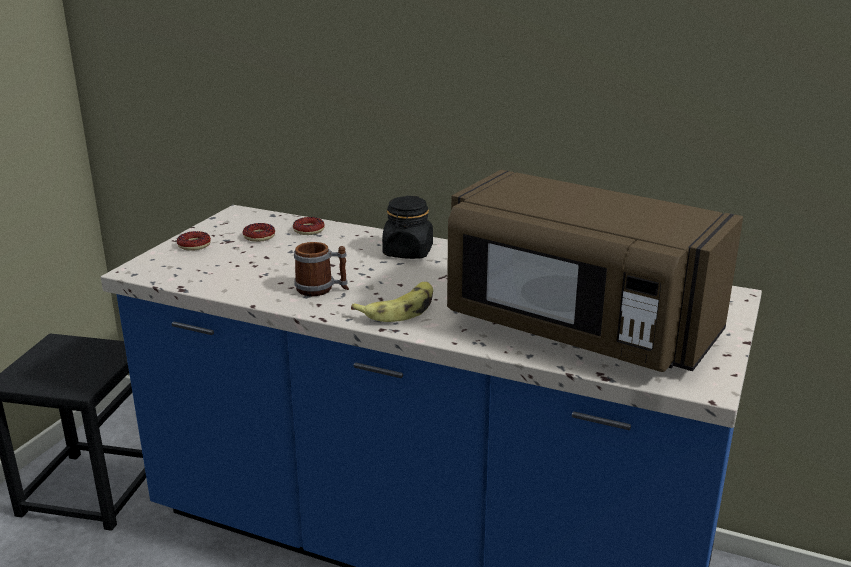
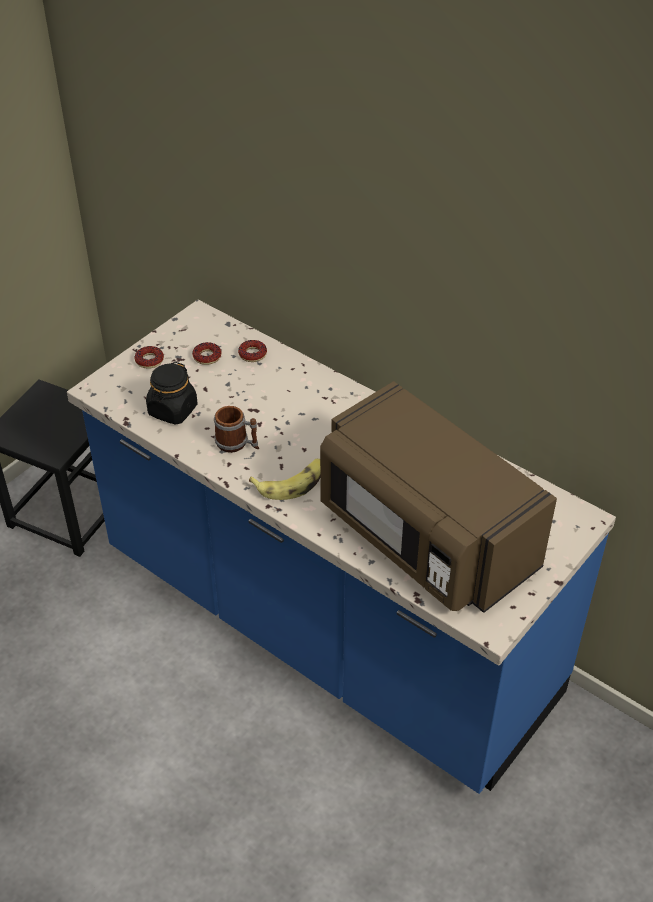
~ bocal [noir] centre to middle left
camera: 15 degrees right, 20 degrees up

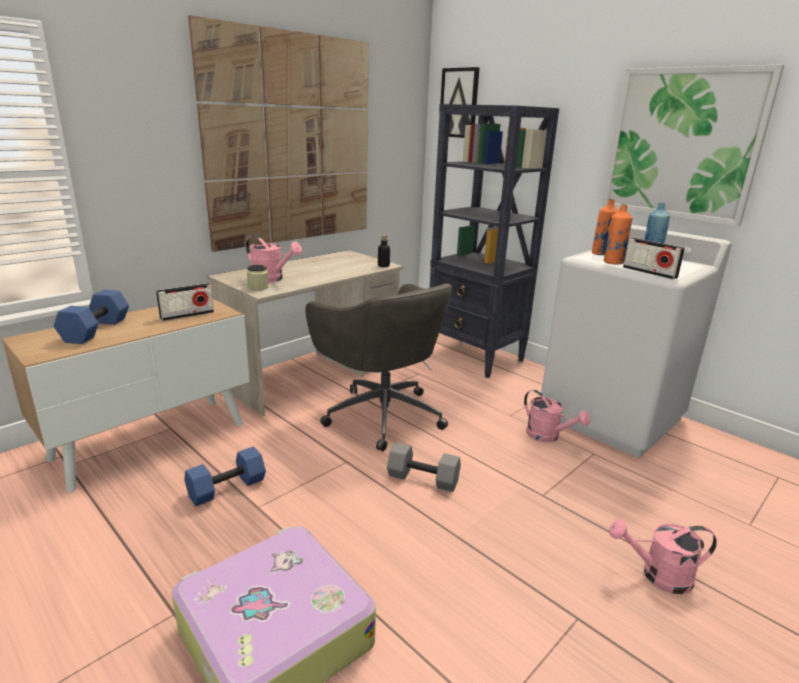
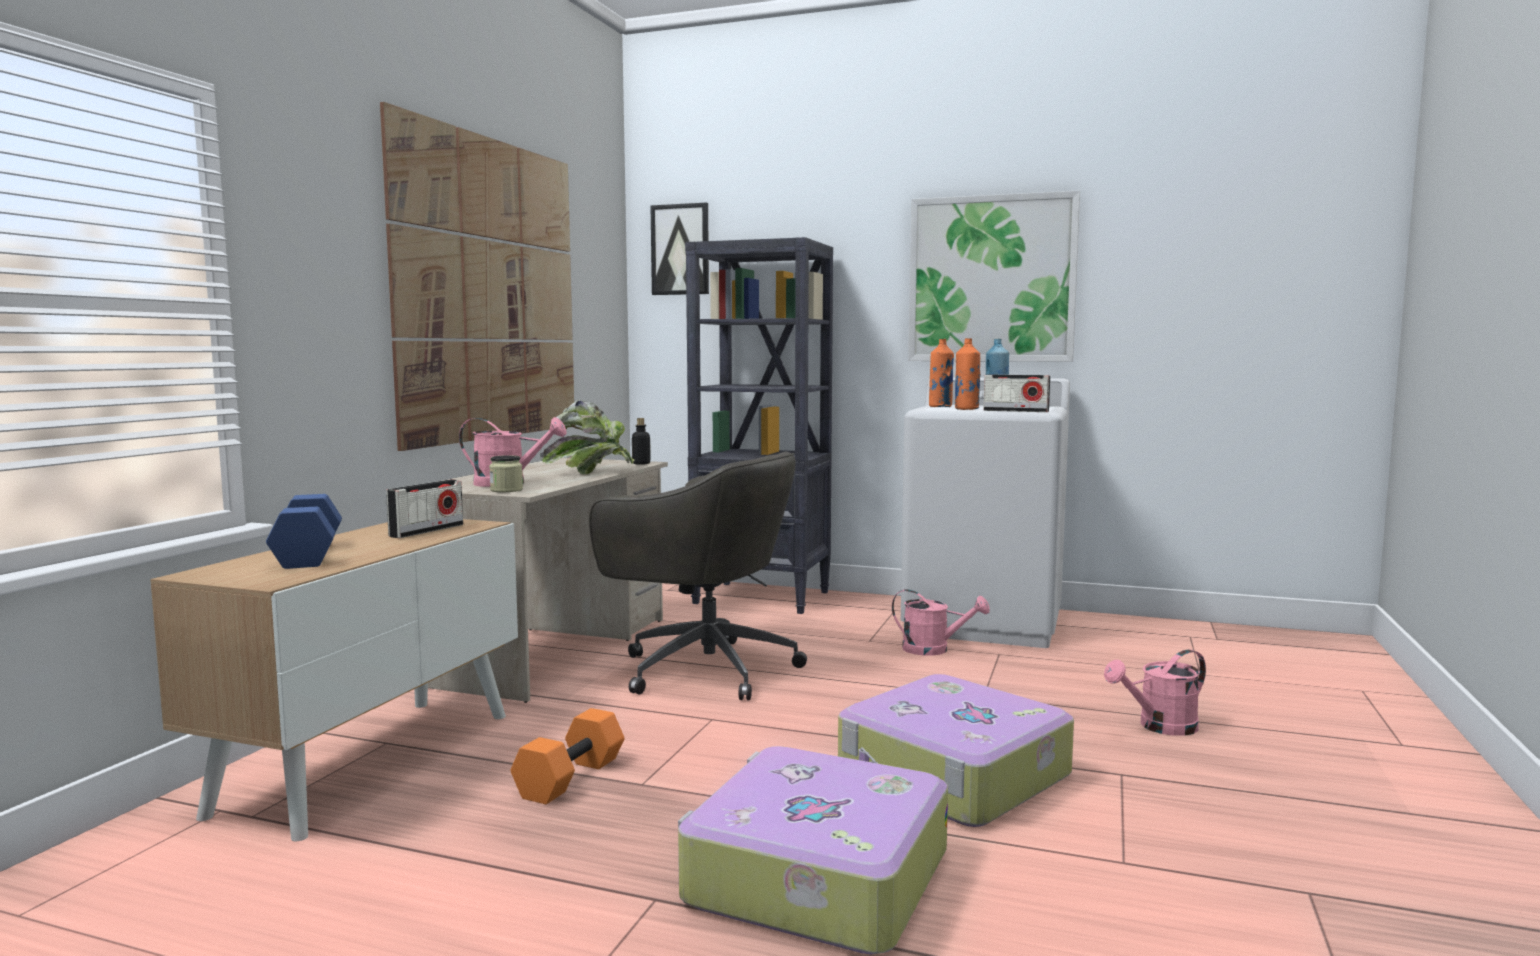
~ haltère [bleu] (no. 2 from left) bottom left to haltère [orange] bottom centre
+ plante en pot centre
+ valise (no. 2 from left) bottom centre
- haltère [gris] bottom centre
camera: 25 degrees left, 15 degrees down

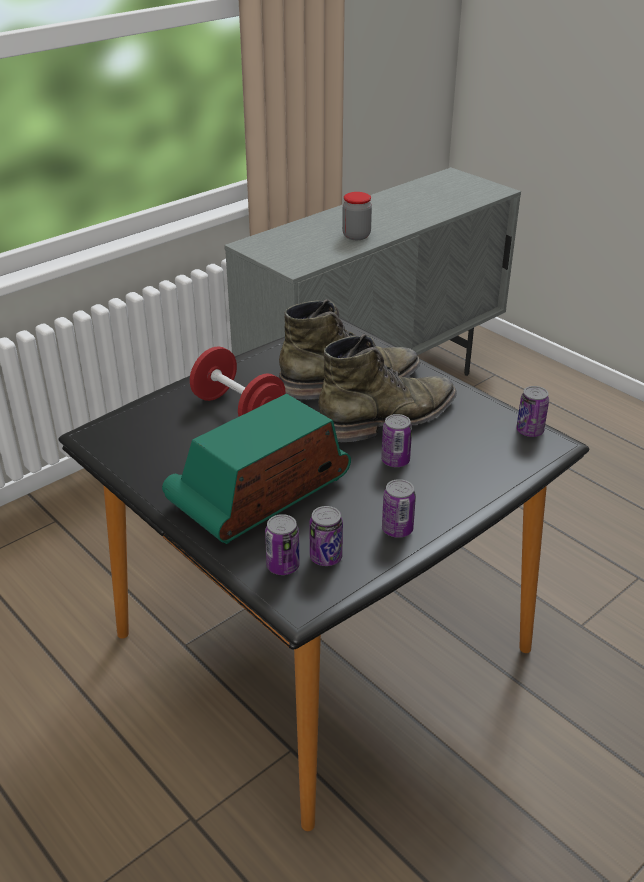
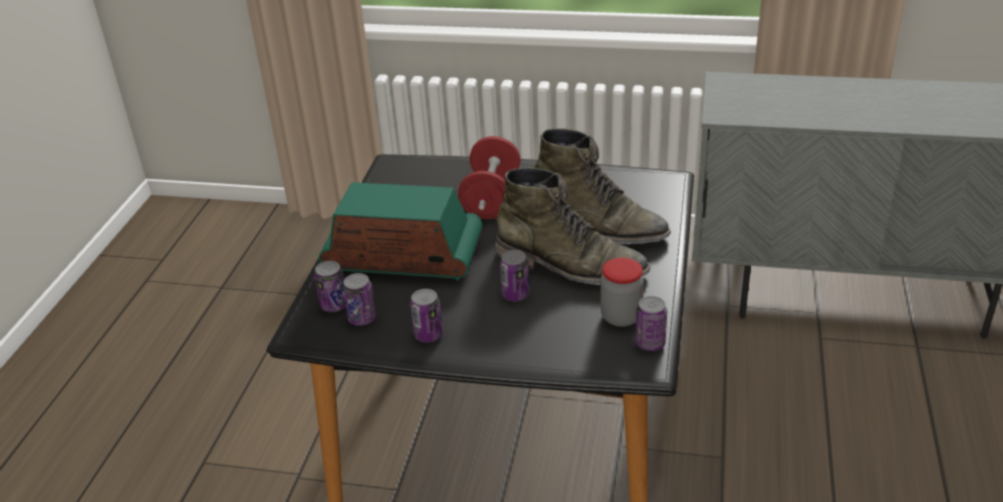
~ bocal top centre to centre
camera: 55 degrees right, 0 degrees up

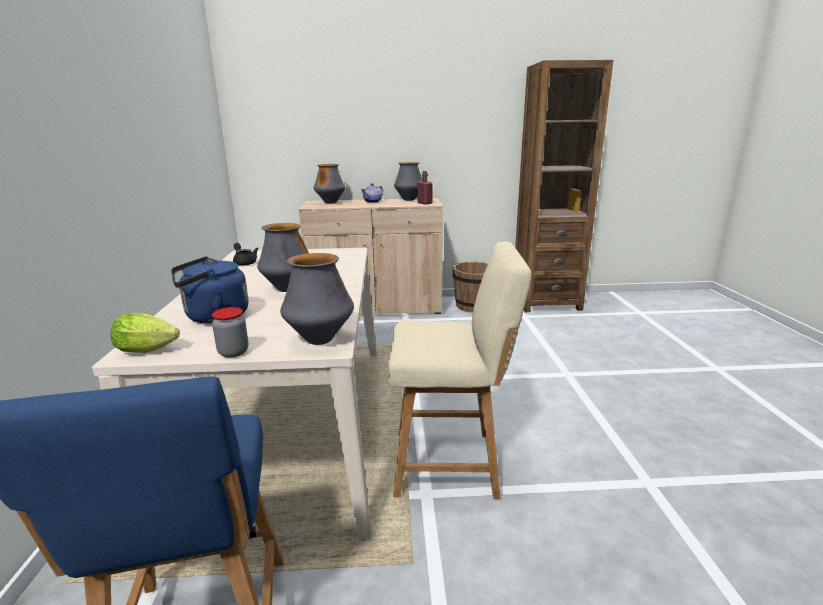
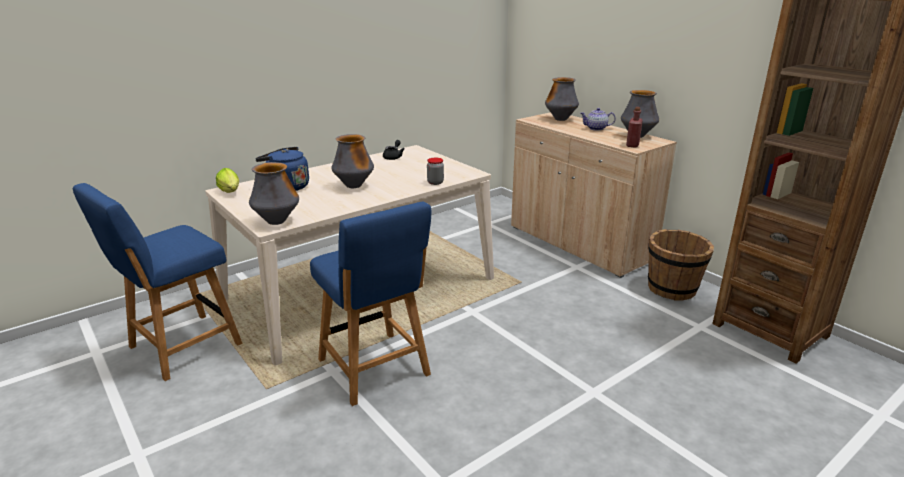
~ chaise [beige] centre to chaise [bleu] (no. 2 from left) centre
~ bocal middle left to centre
camera: 55 degrees right, 5 degrees up

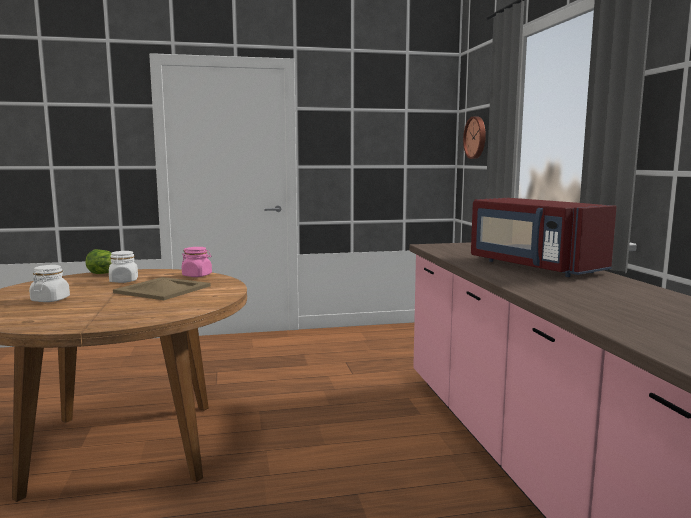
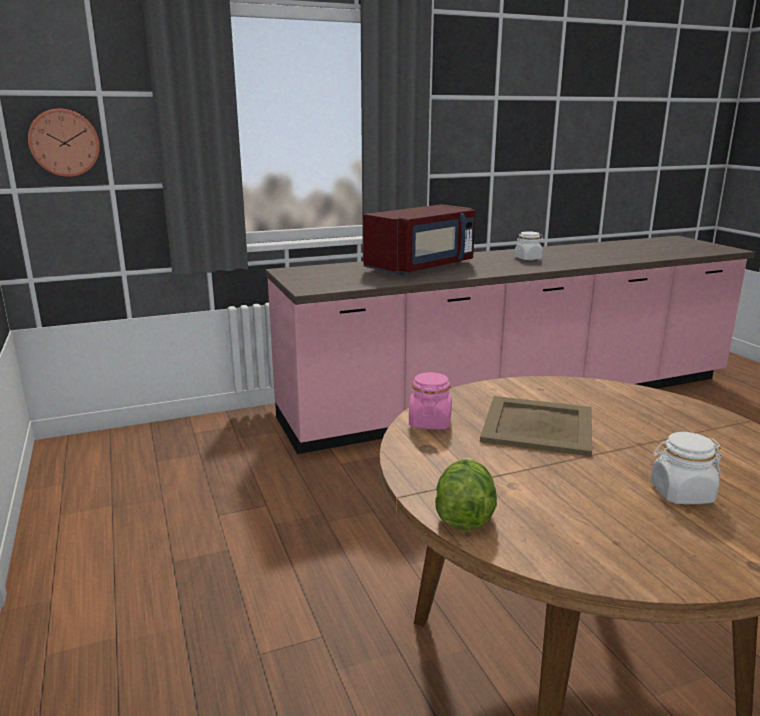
~ bocal [blanc] (no. 2 from left in the first image) middle left to bocal [blanc] (no. 1 from left) middle right
camera: 100 degrees left, 10 degrees up

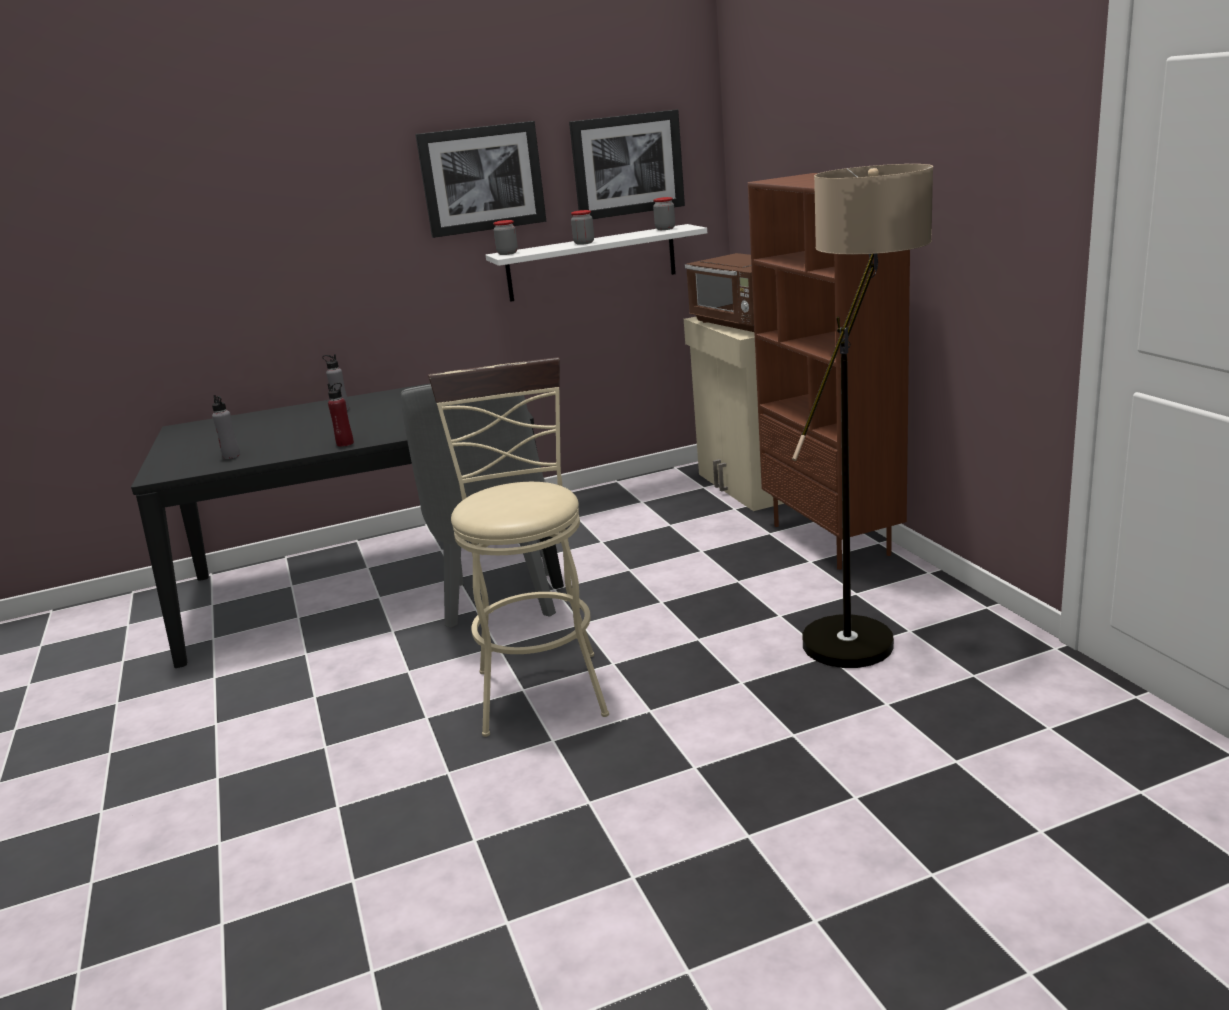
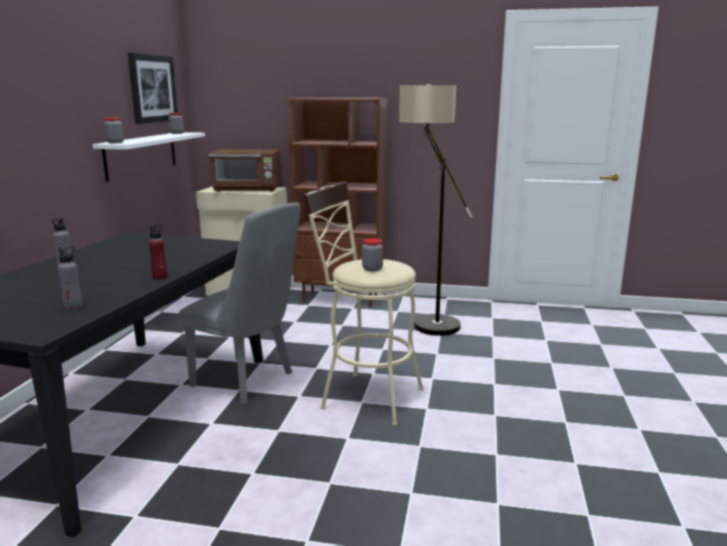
~ bocal (no. 2 from left in the first image) top centre to bocal (no. 3 from left) centre
- tableau (no. 1 from left) top centre
camera: 60 degrees left, 5 degrees down

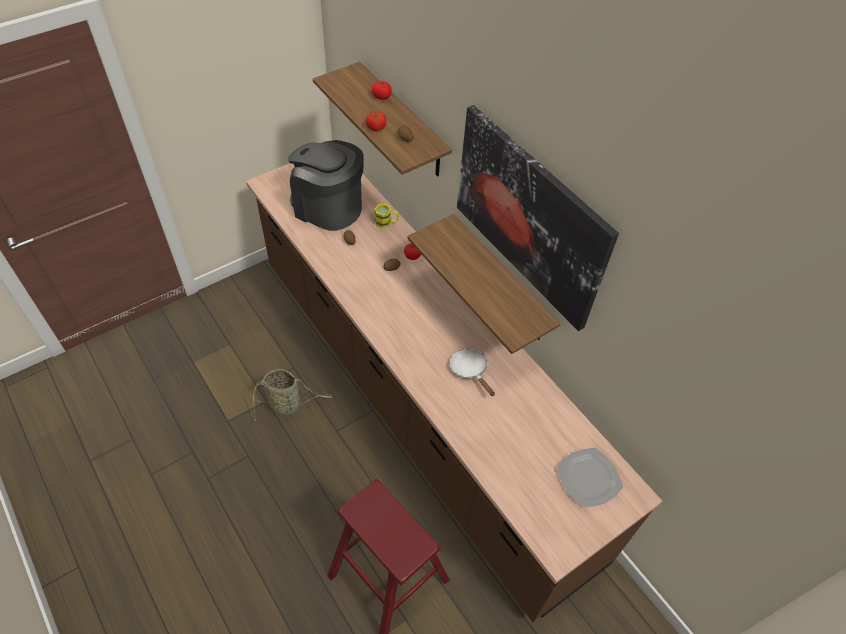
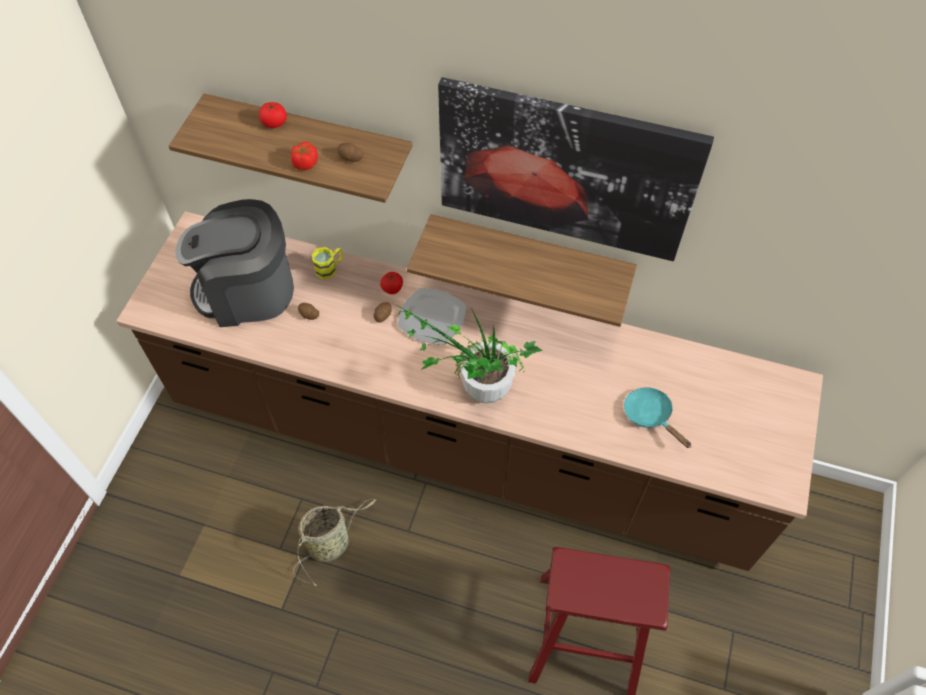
+ plante en pot centre
~ assiette bottom right to centre
+ poêle [turquoise] middle right
- poêle [blanc] centre
camera: 35 degrees left, 5 degrees up

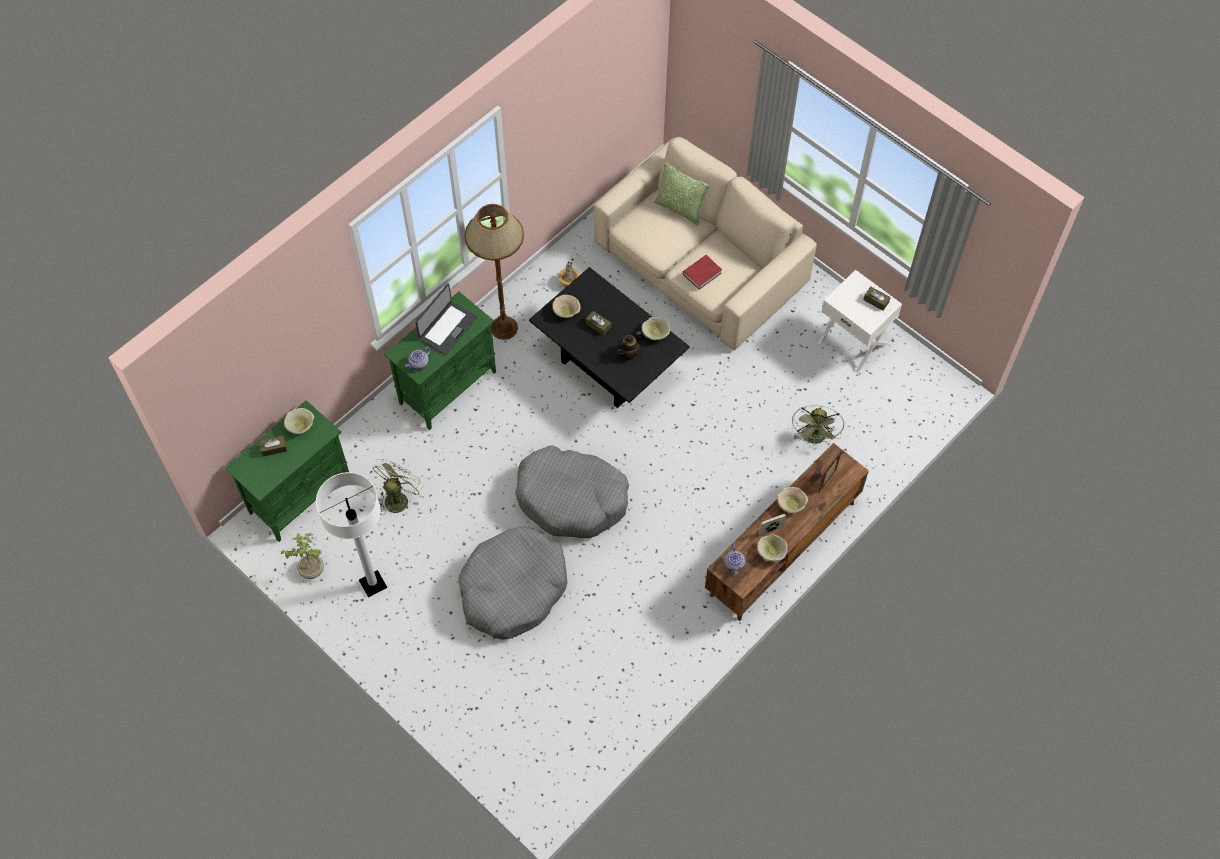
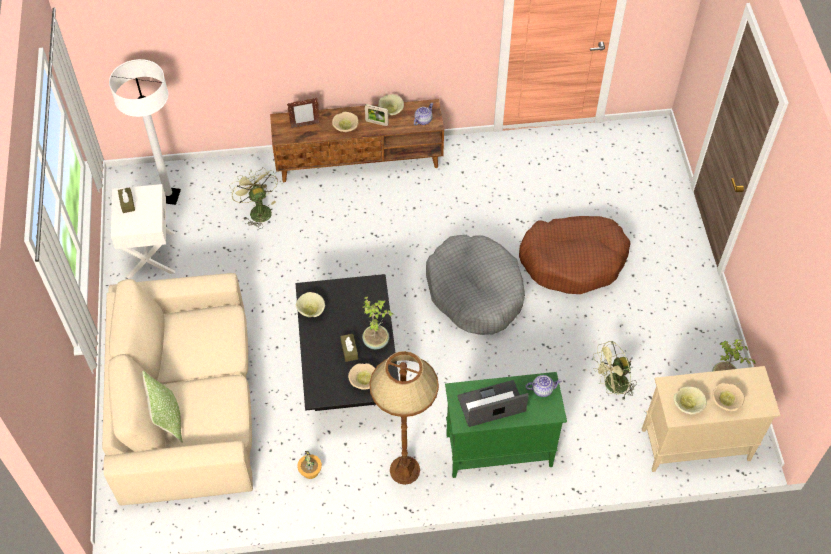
~ lampadaire [blanc] middle left to top left
~ ventilateur [vert] (no. 2 from left in the first image) middle right = middle left 75 degrees counterclockwise
+ plante en pot (no. 2 from left) centre
~ panier pour chien [gris] (no. 1 from left) bottom centre to panier pour chien [marron] middle right
~ meuble de rangement [vert] (no. 1 from left) middle left to meuble de rangement [beige] bottom right
~ boîte à mouchoirs [marron] (no. 1 from left) middle left to bol [beige] (no. 6 from left) bottom right
- théière (no. 2 from left) centre
- livre [rouge] top centre
camera: 140 degrees left, 5 degrees down

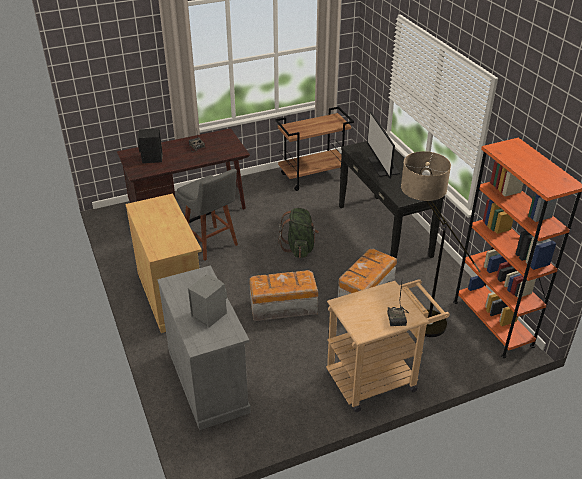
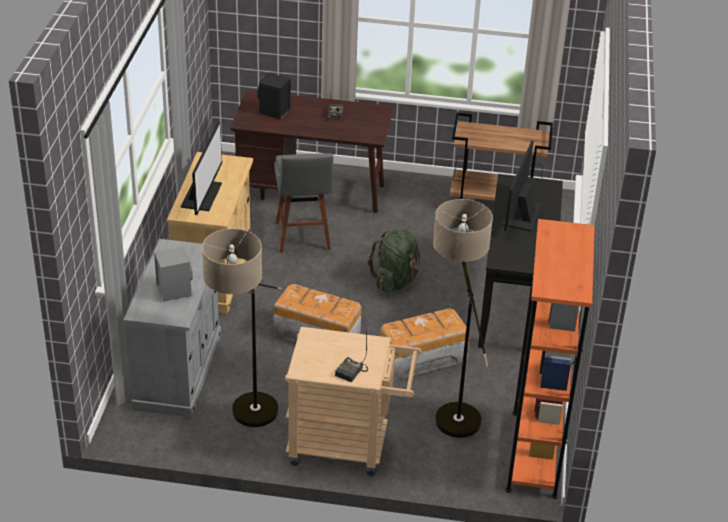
+ écran d'ordinateur (no. 1 from left) top left
+ lampadaire (no. 1 from left) middle left
camera: 30 degrees right, 0 degrees up

